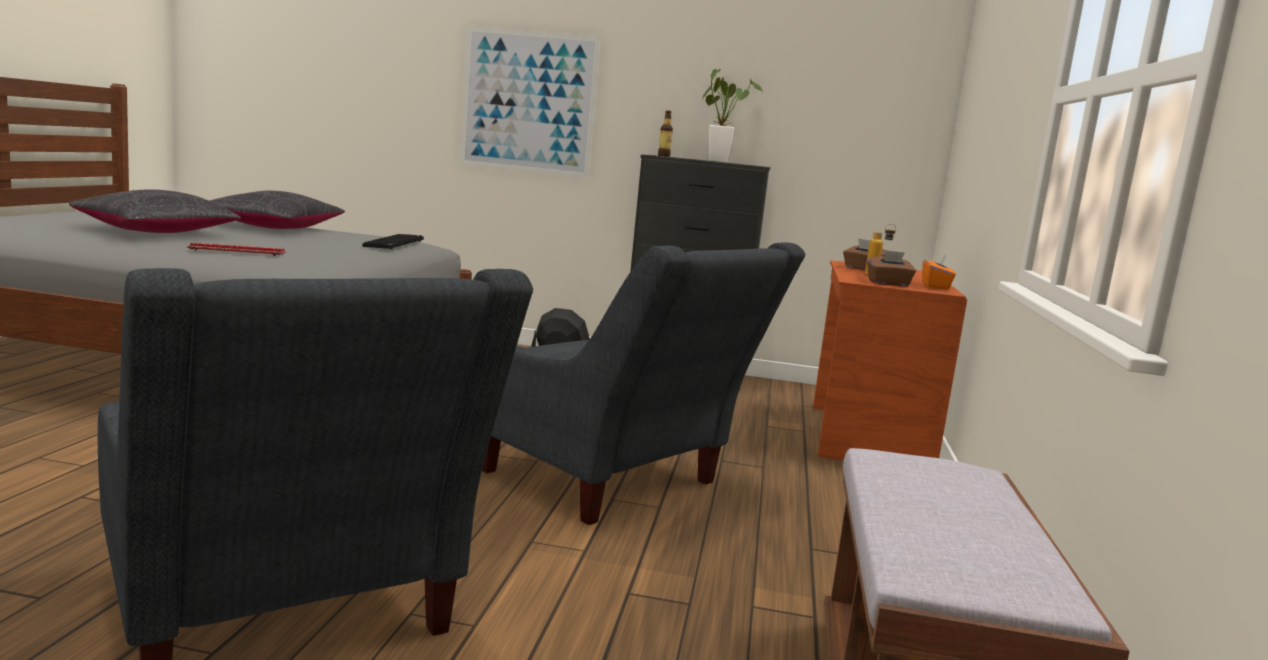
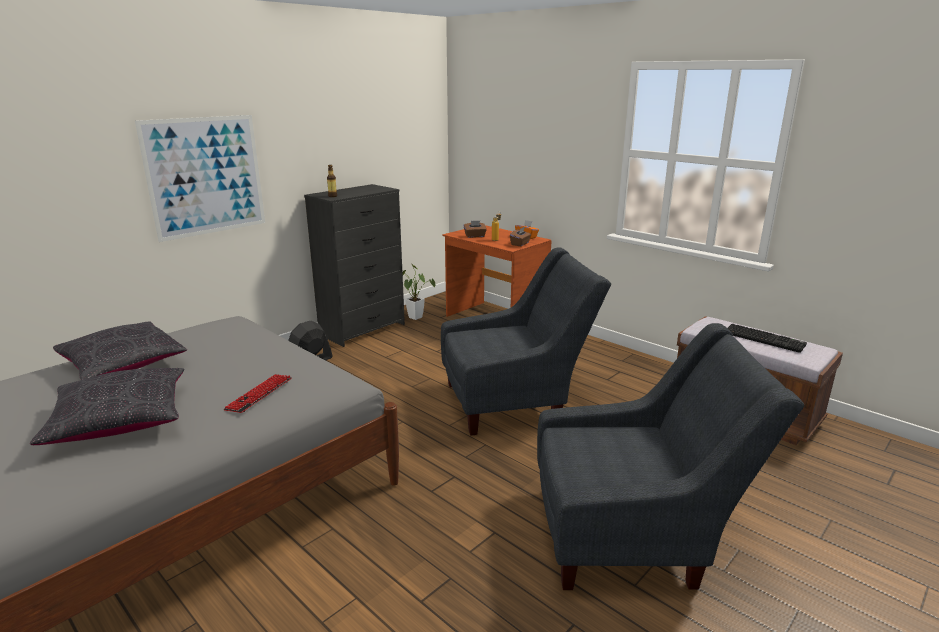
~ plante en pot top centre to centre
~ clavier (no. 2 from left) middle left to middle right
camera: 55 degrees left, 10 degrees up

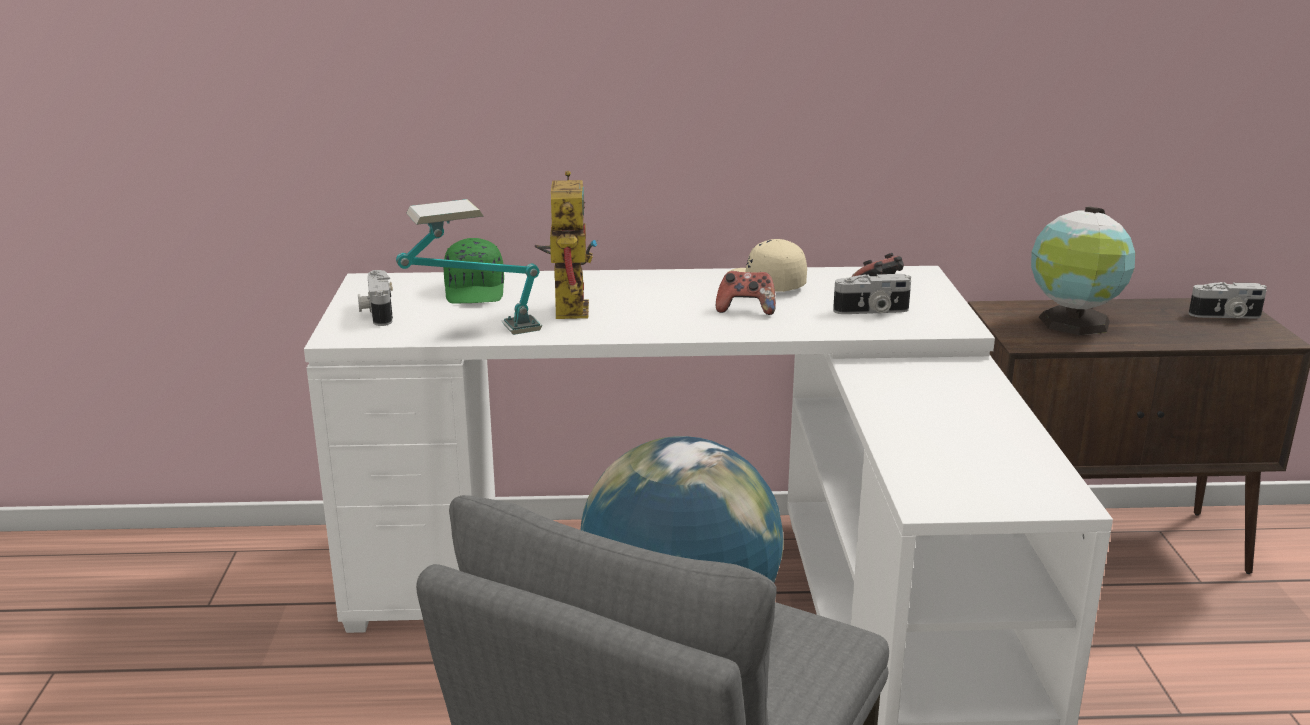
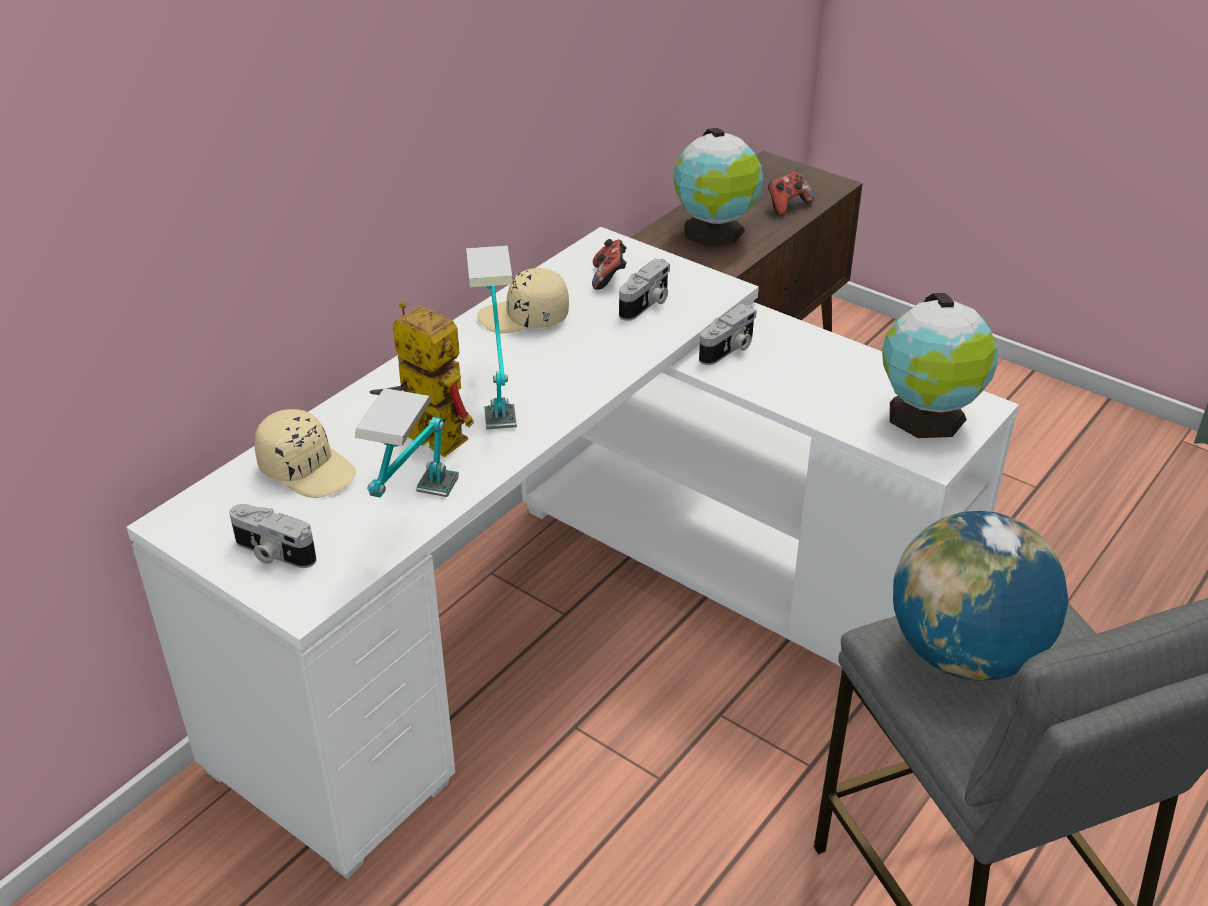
~ casquette [vert] centre to casquette [beige] (no. 1 from left) middle left
+ lampe de table (no. 2 from left) centre
~ appareil photo (no. 3 from left) middle right to centre
~ manette (no. 1 from left in the first image) centre to manette (no. 2 from left) top centre
+ globe (no. 2 from left) middle right
camera: 50 degrees left, 15 degrees up

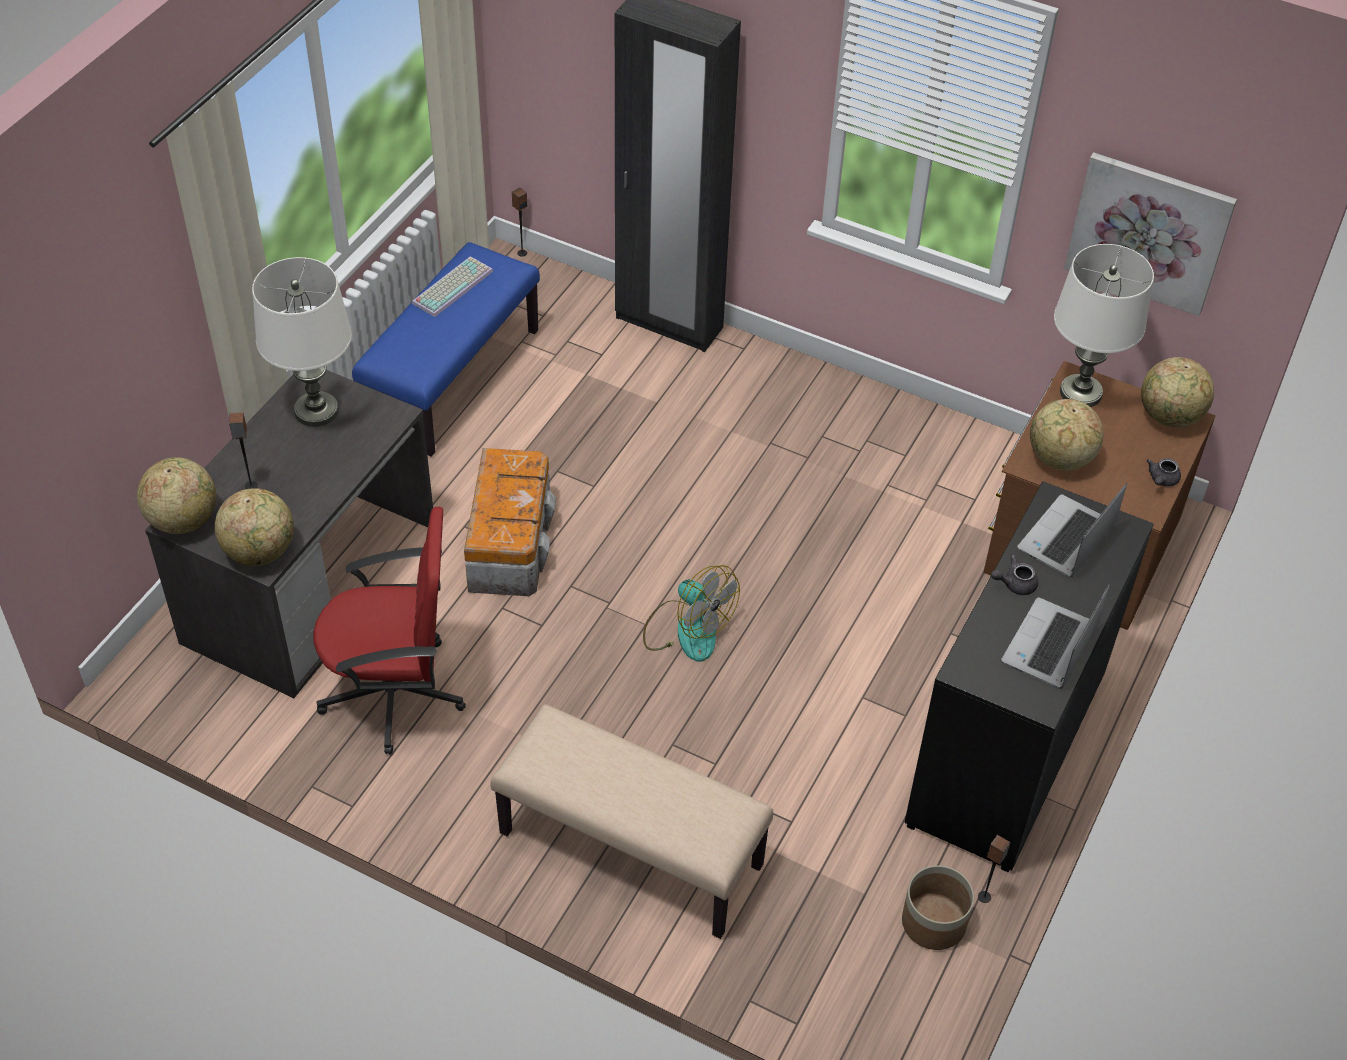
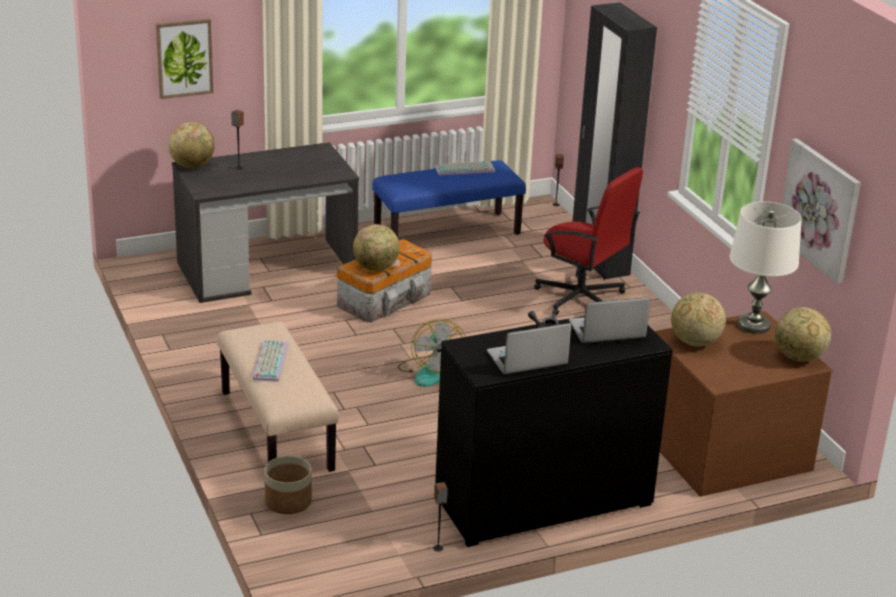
+ tableau (no. 1 from left) top left
+ clavier (no. 1 from left) middle left
~ cache-pot bottom right to bottom left
~ globe (no. 2 from left) middle left to centre
~ chaise de bureau [rouge] middle left to centre
- lampe de table [blanc] (no. 1 from left) top left
- théière [gris] (no. 2 from left) middle right
camera: 40 degrees right, 20 degrees down

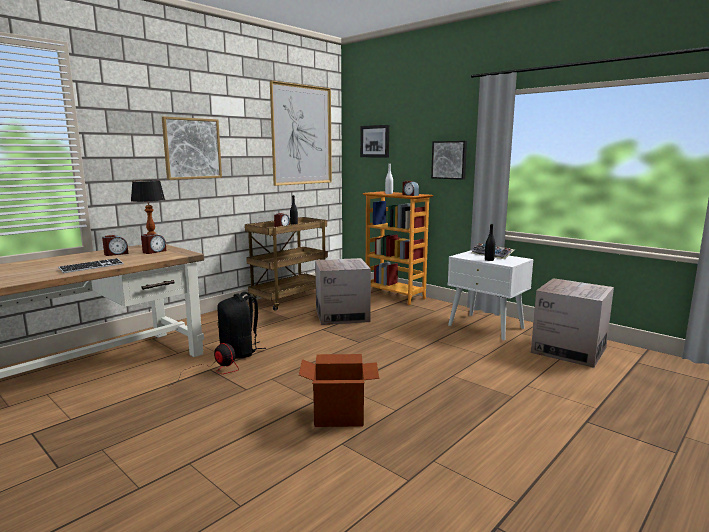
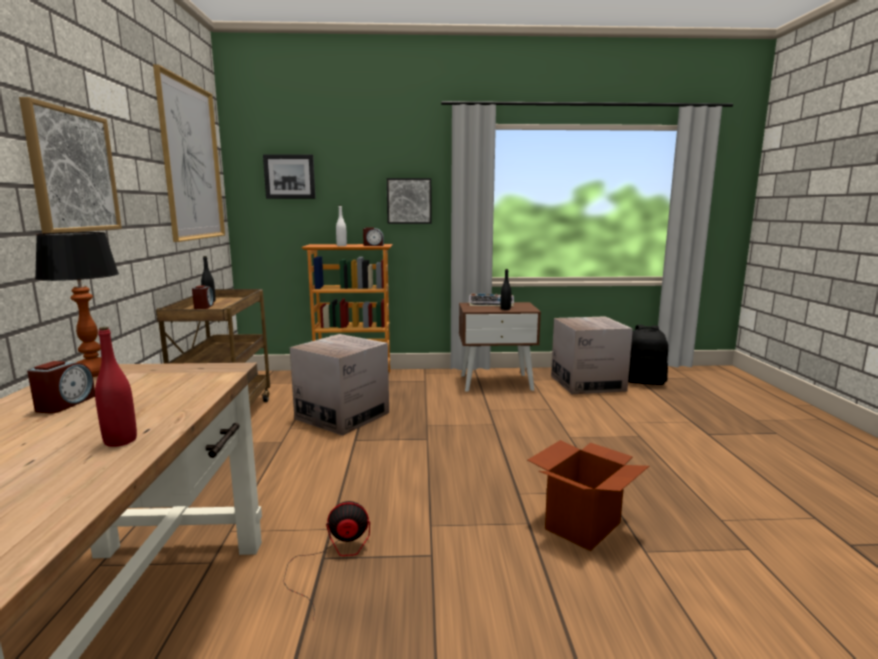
~ clavier (no. 1 from left) middle left to bouteille [rouge] middle left
~ table de chevet [blanc] middle right to table de chevet [marron] centre
~ sac à dos [noir] centre to middle right
- réveil (no. 2 from left) middle left
camera: 45 degrees left, 0 degrees up

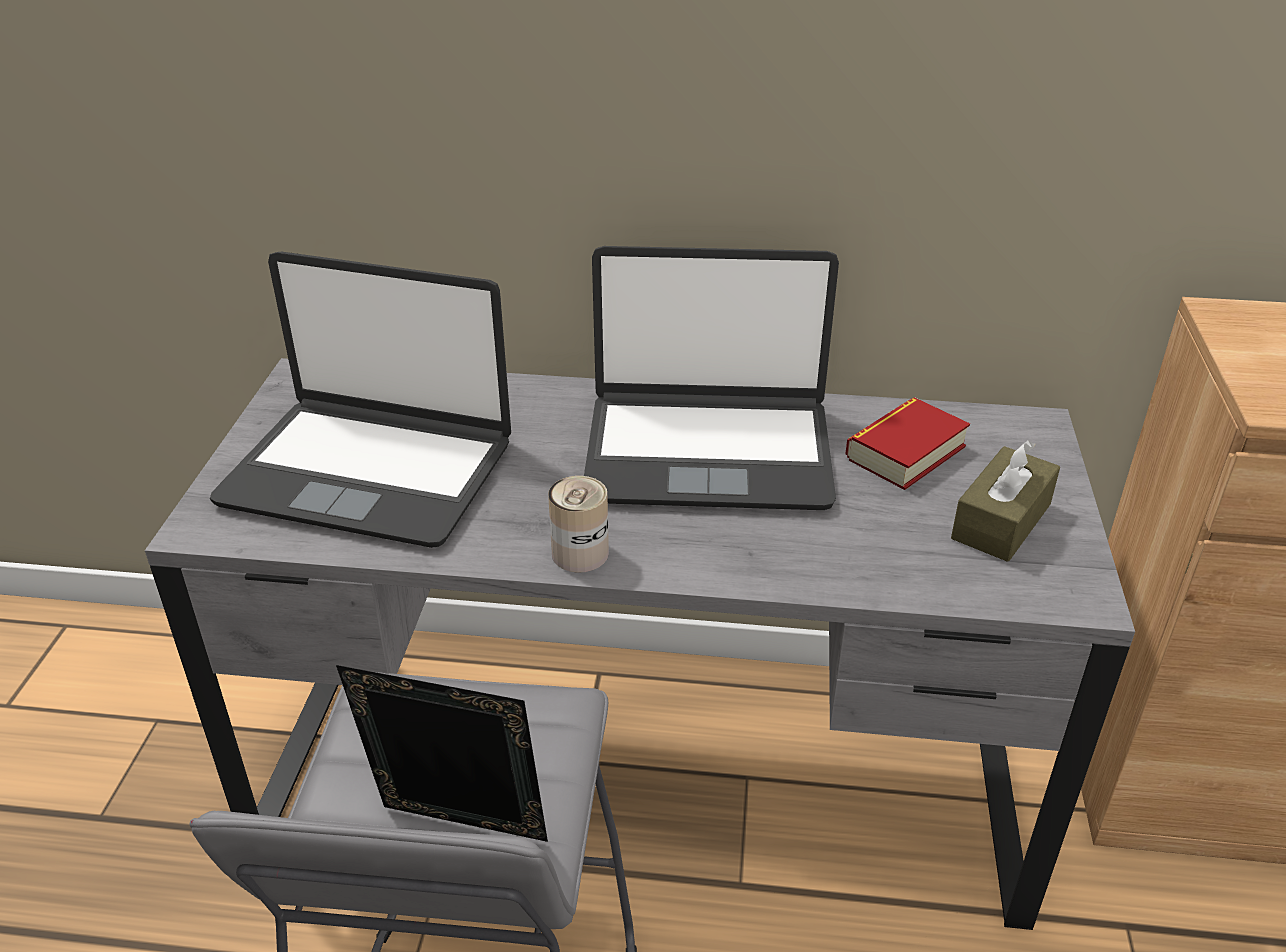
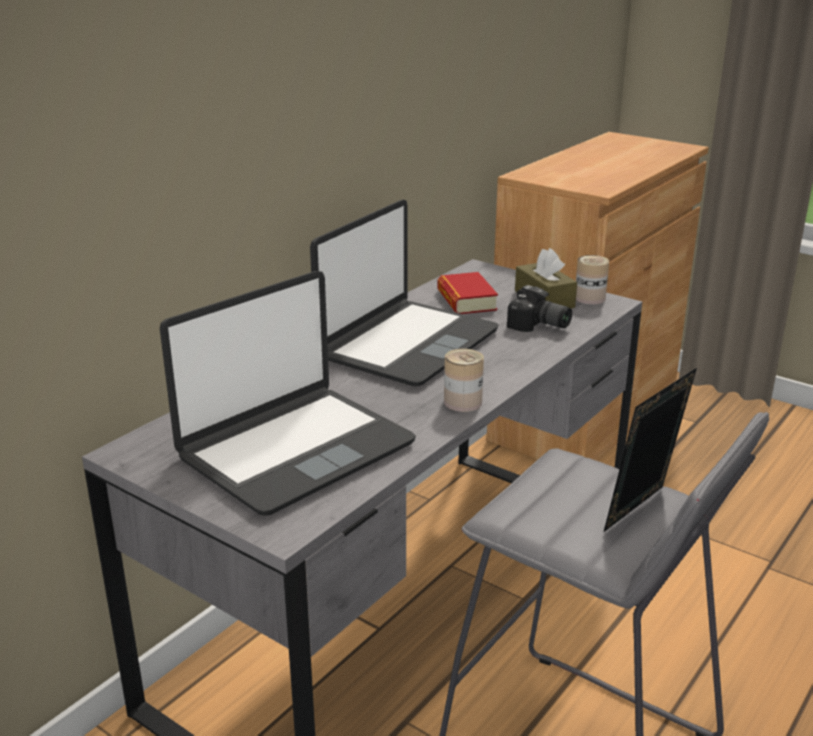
+ appareil photo centre
+ boîte métallique (no. 2 from left) middle right
camera: 60 degrees left, 10 degrees down

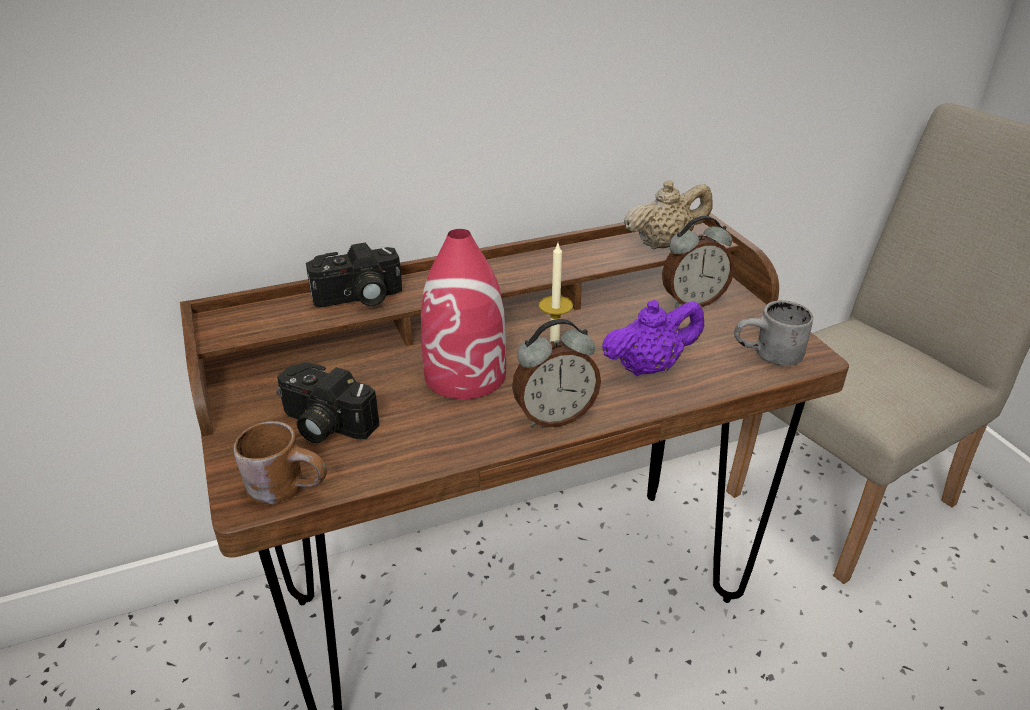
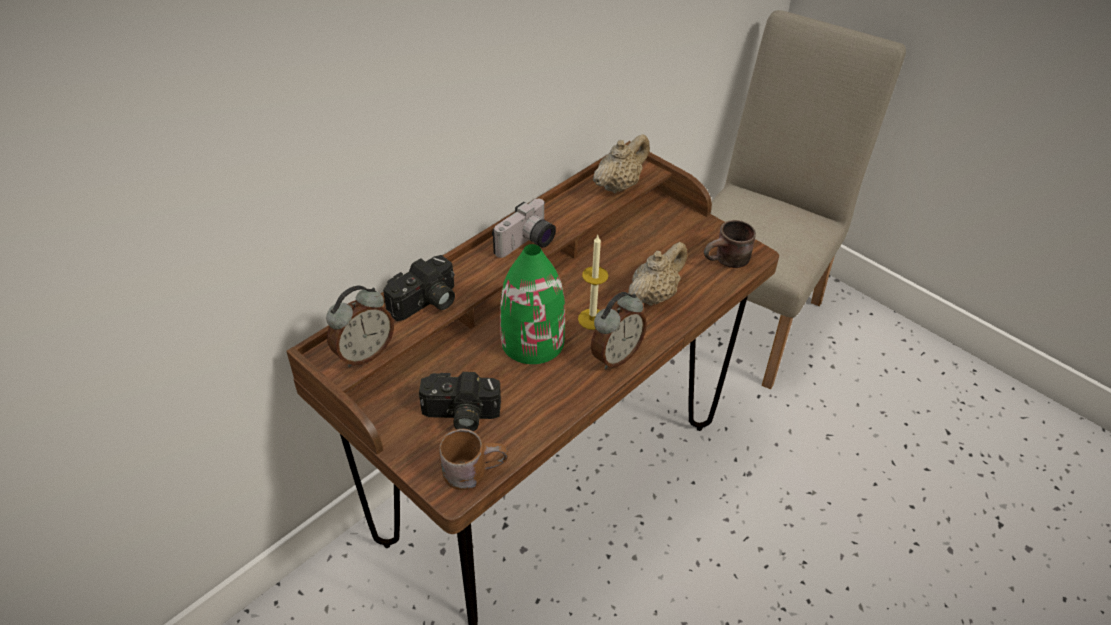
~ réveil (no. 2 from left in the first image) middle right to réveil (no. 1 from left) middle left
+ appareil photo (no. 3 from left) centre
~ vase [rouge] centre to vase [vert] centre
~ théière [violet] centre to théière [beige] (no. 2 from left) centre
~ mug [gris] middle right to mug [marron] (no. 2 from left) centre
camera: 25 degrees left, 10 degrees up

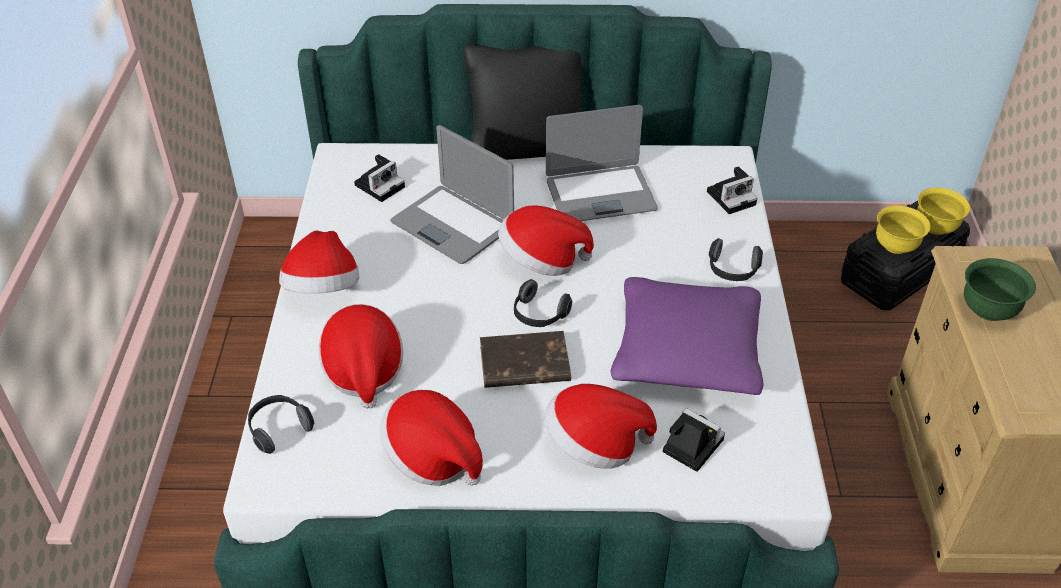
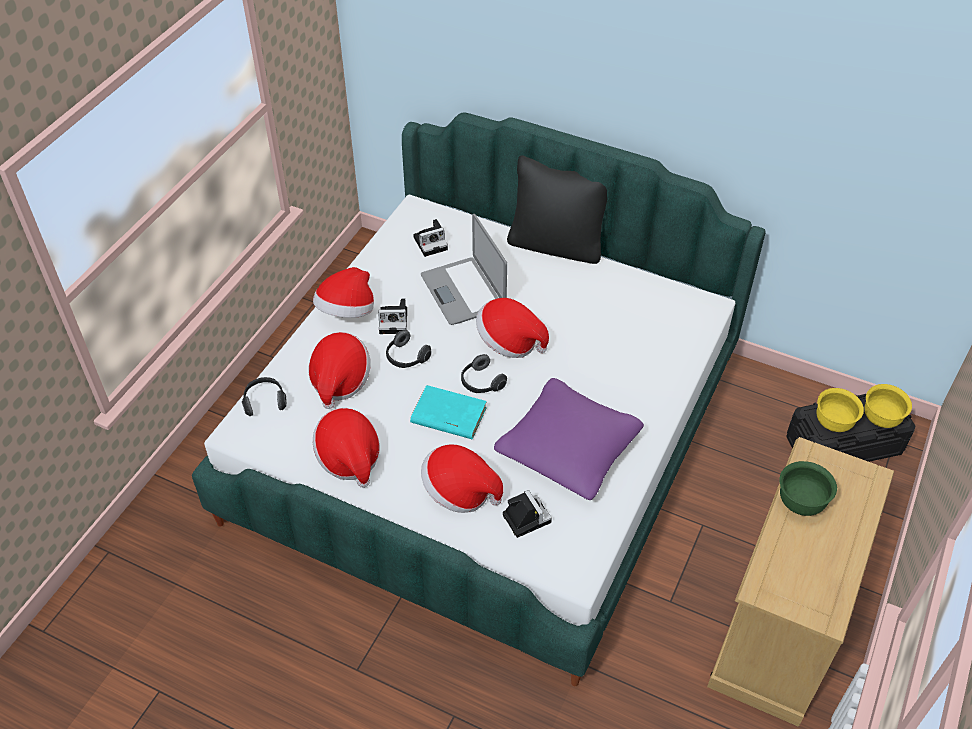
~ appareil photo (no. 3 from left in the first image) top right to appareil photo (no. 1 from left) centre
~ casque audio (no. 3 from left in the first image) middle right to casque audio (no. 2 from left) centre
~ livre [marron] centre to livre [turquoise] centre
- ordinateur portable (no. 2 from left) top centre
camera: 25 degrees right, 5 degrees up

